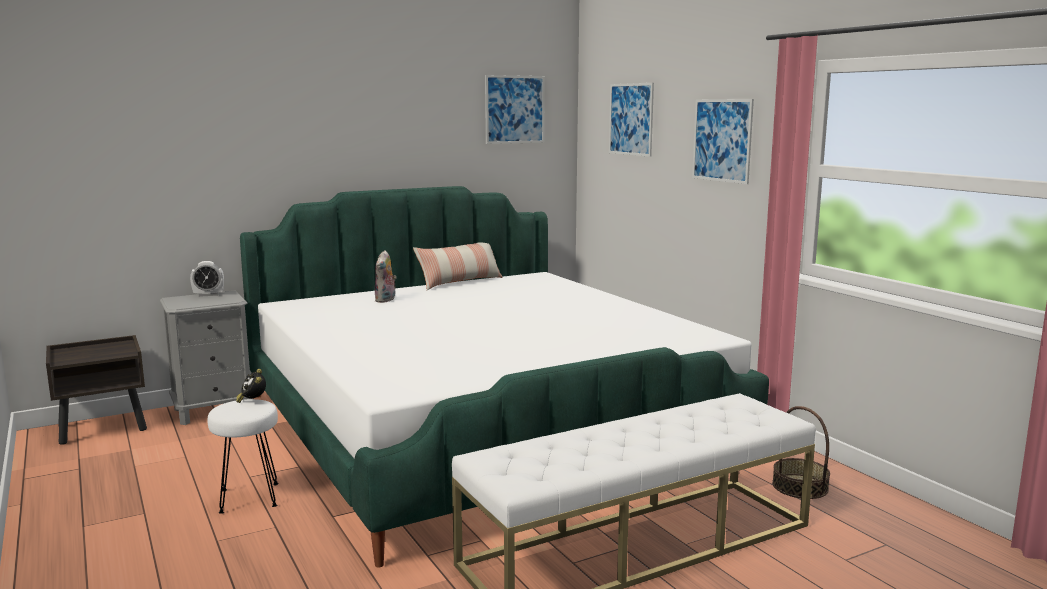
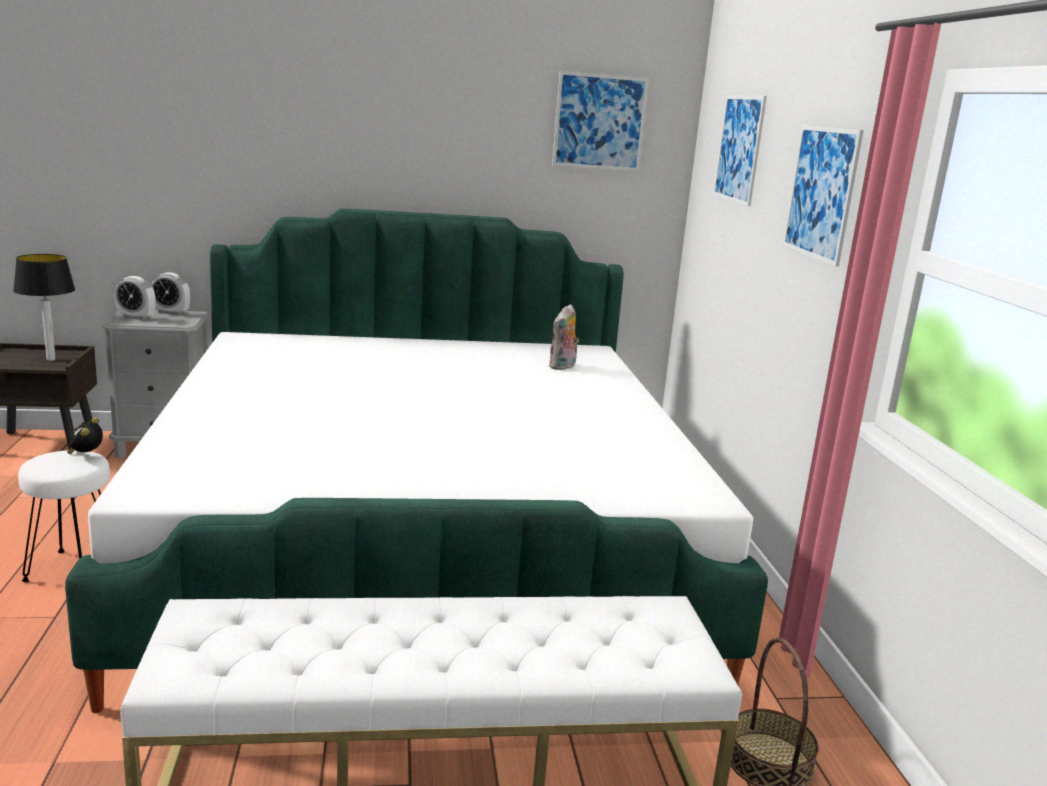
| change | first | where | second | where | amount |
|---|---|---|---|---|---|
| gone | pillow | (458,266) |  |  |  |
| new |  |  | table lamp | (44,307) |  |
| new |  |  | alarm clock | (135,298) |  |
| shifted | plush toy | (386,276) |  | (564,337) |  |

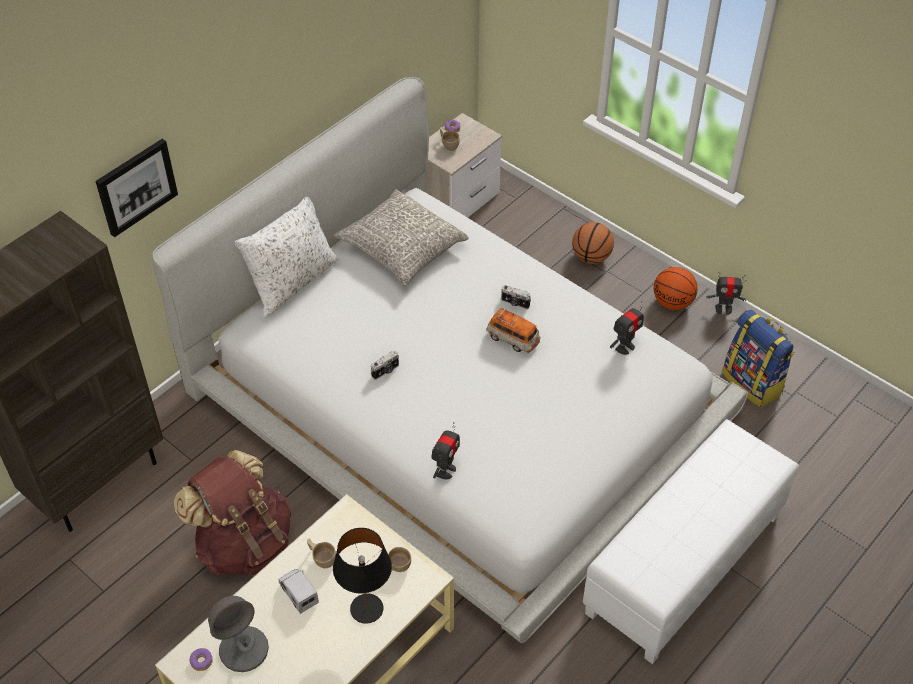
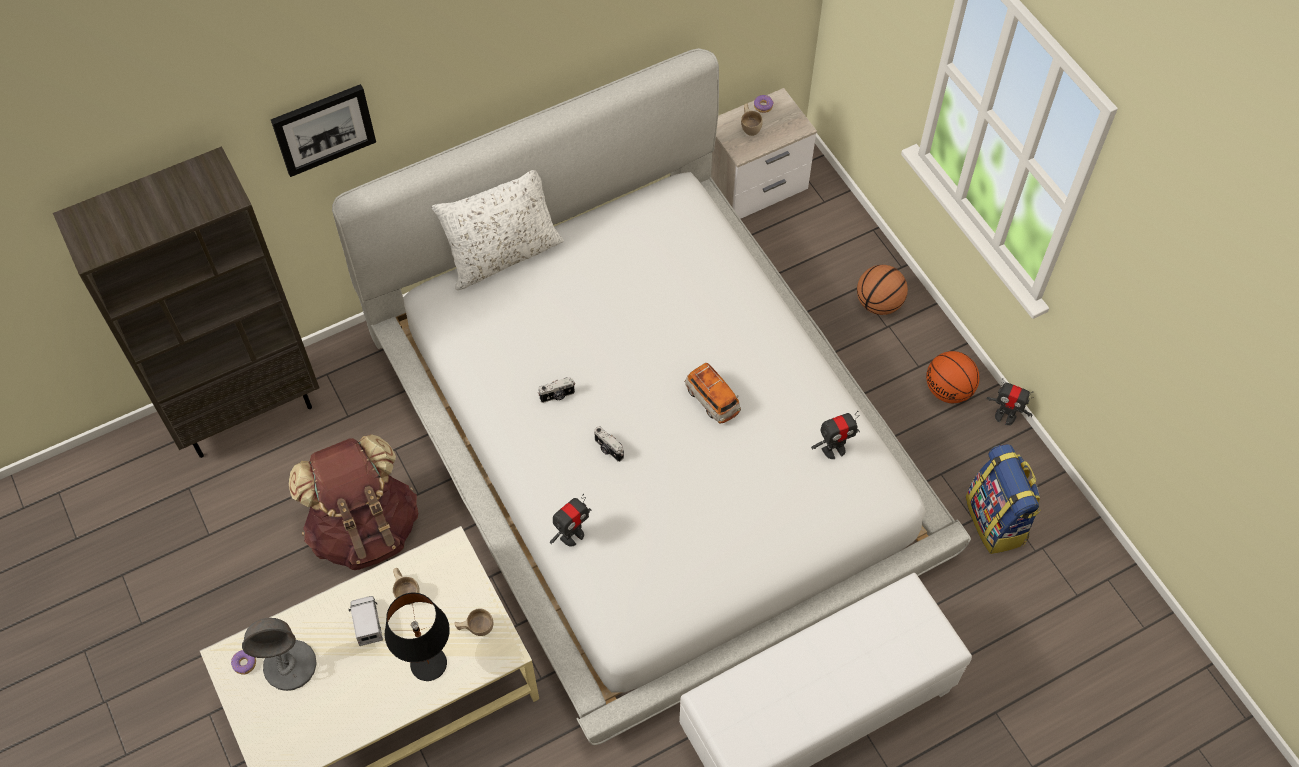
| change | first | where | second | where | amount |
|---|---|---|---|---|---|
| gone | grey pillow | (401,237) |  |  |  |
| shifted | photo camera | (516,297) |  | (609,444) |  |

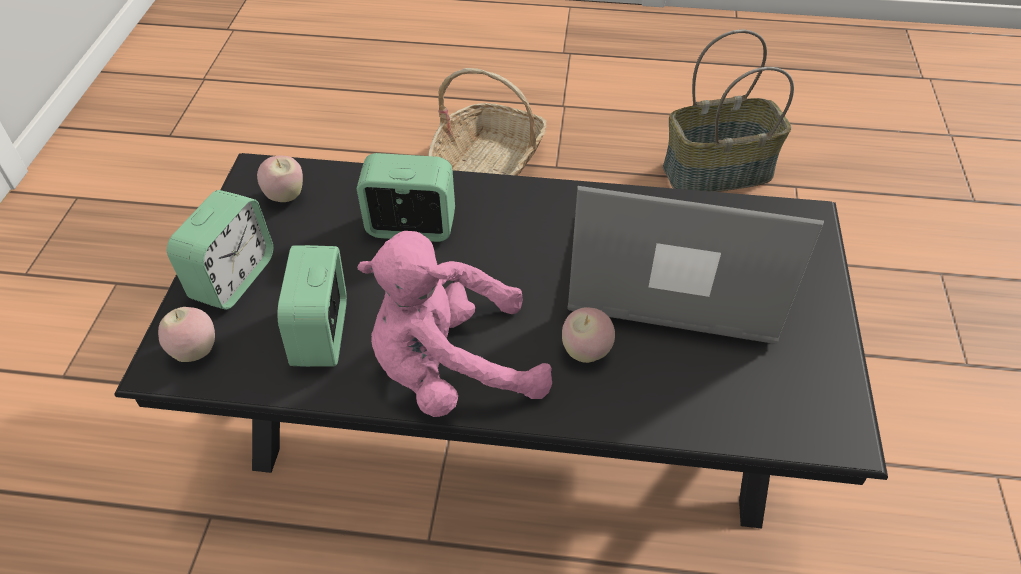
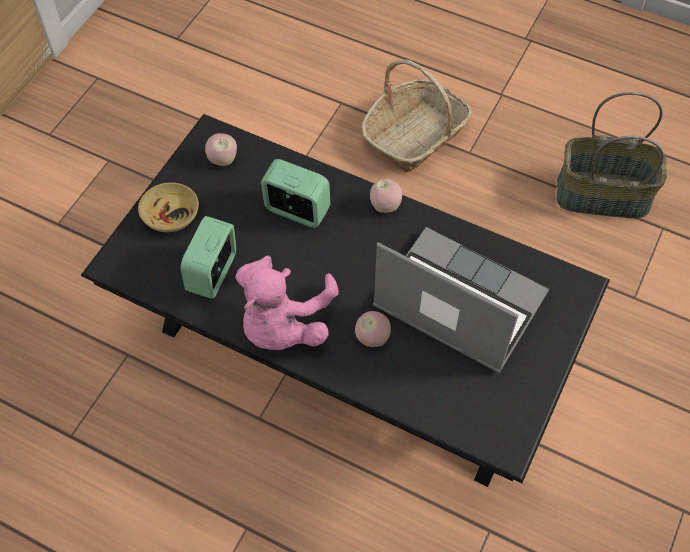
| change | first | where | second | where | amount |
|---|---|---|---|---|---|
| shifted | apple | (186,334) |  | (386,196) |  |
| swapped | alarm clock | (219,250) | beige bowl | (168,207) |  |
| rotated | pink plush toy | (454,324) |  | (287,303) | 75 degrees counterclockwise |

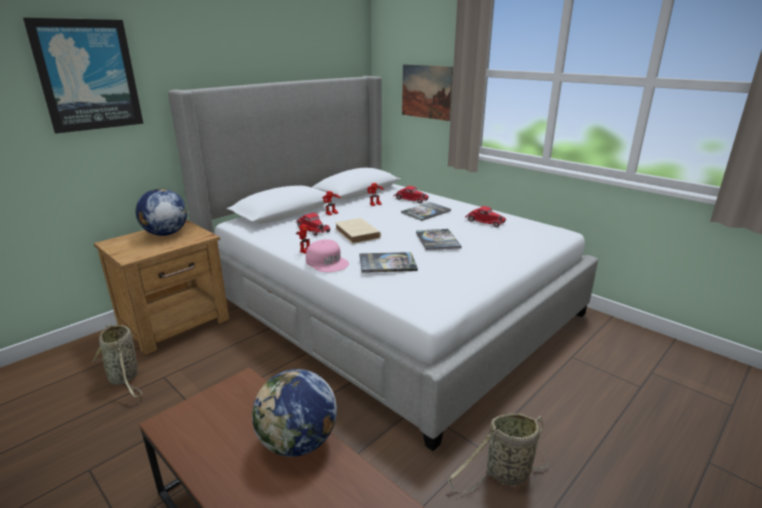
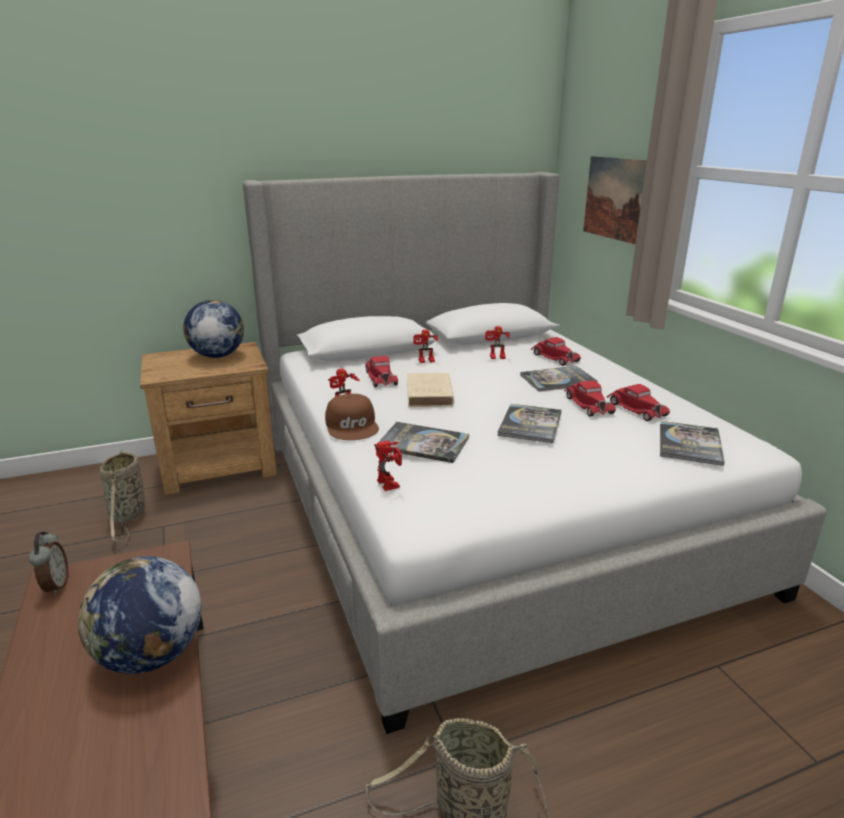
| change | first | where | second | where | amount |
|---|---|---|---|---|---|
| gone | picture | (83,76) |  |  |  |
| new |  |  | alarm clock | (48,563) |  |
| new |  |  | toy robot | (388,465) |  |
| new |  |  | red toy car | (590,398) |  |
| new |  |  | book | (692,443) |  |
| repainted | pink cap | (327,255) | brown cap | (352,417) |  |

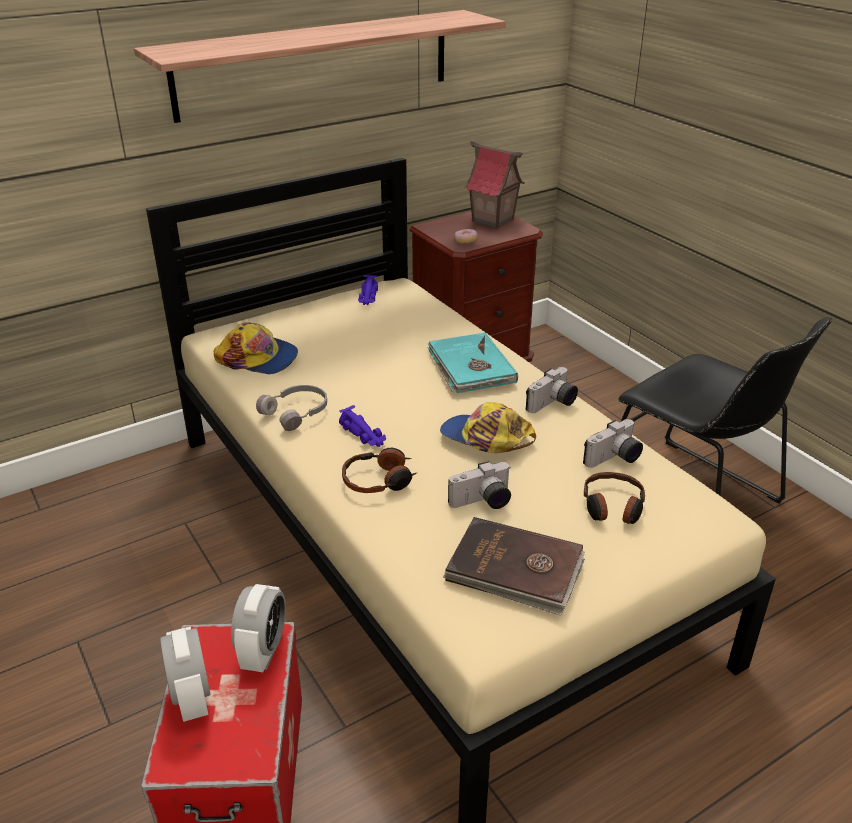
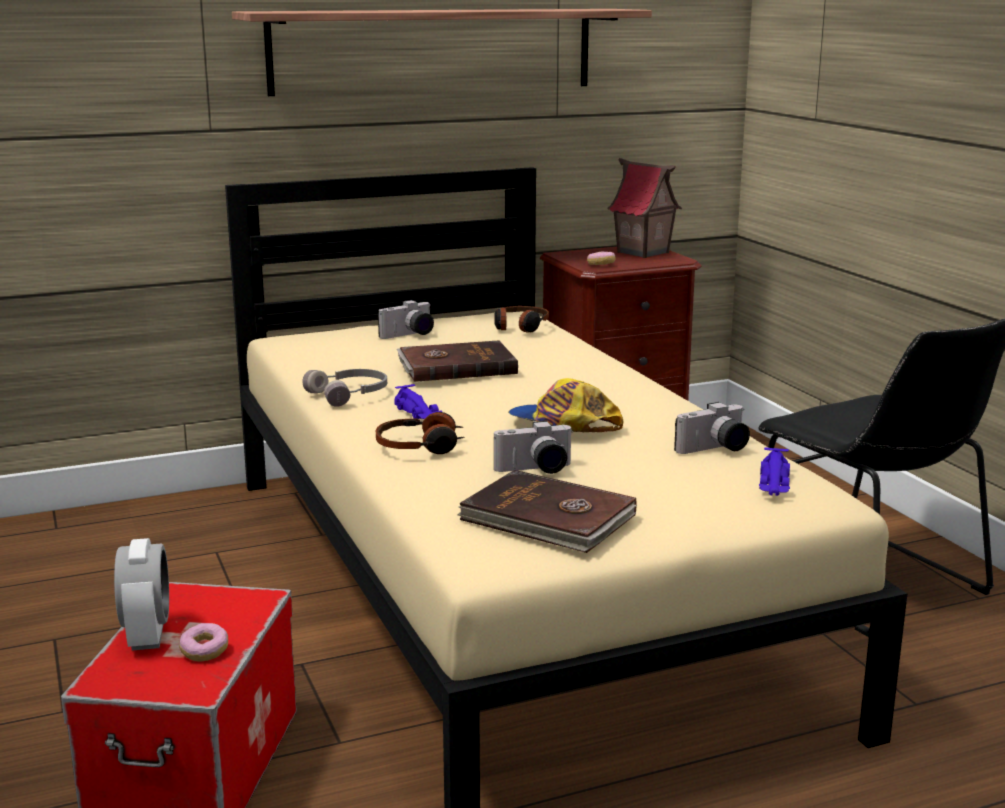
| change | first | where | second | where | amount |
|---|---|---|---|---|---|
| gone | cap | (256,348) |  |  |  |
| gone | alarm clock | (258,628) |  |  |  |
| gone | turquoise book | (473,362) |  |  |  |
| new |  |  | donut | (203,642) |  |
| new |  |  | brown book | (457,361) |  |
| shifted | purple toy car | (368,290) |  | (774,472) |  |
| shifted | photo camera | (552,390) |  | (406,319) |  |
| shifted | headphones | (614,498) |  | (521,319) |  |

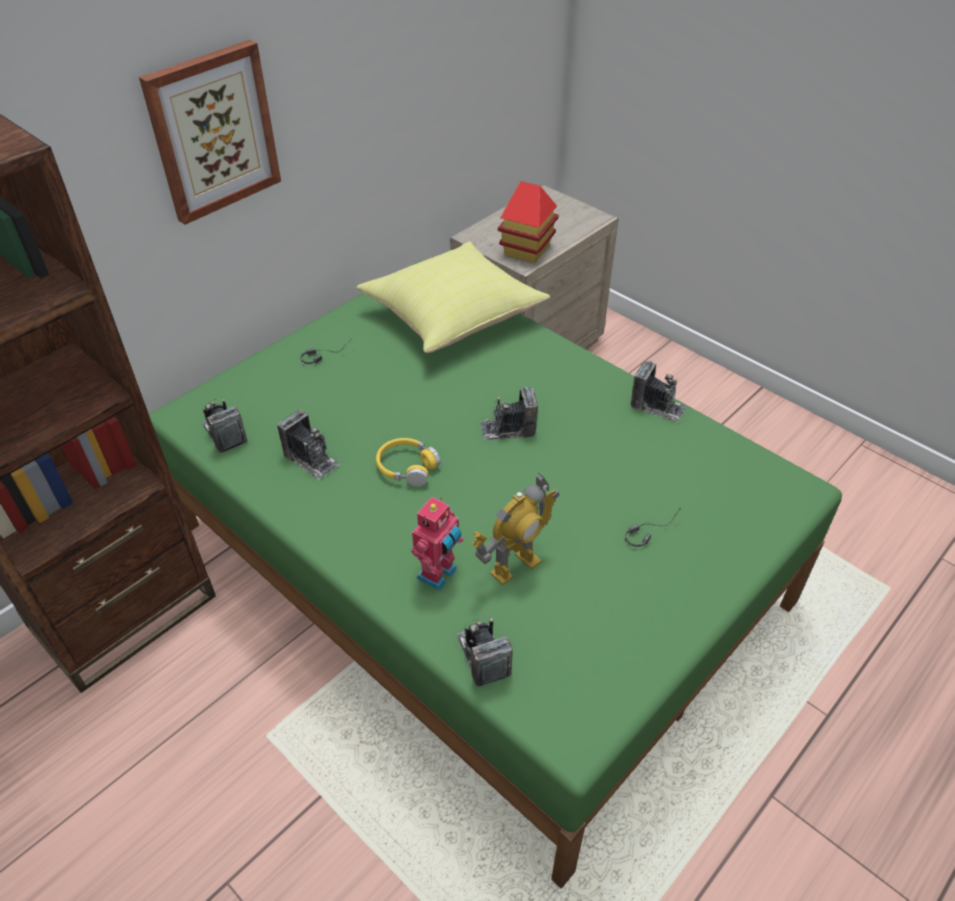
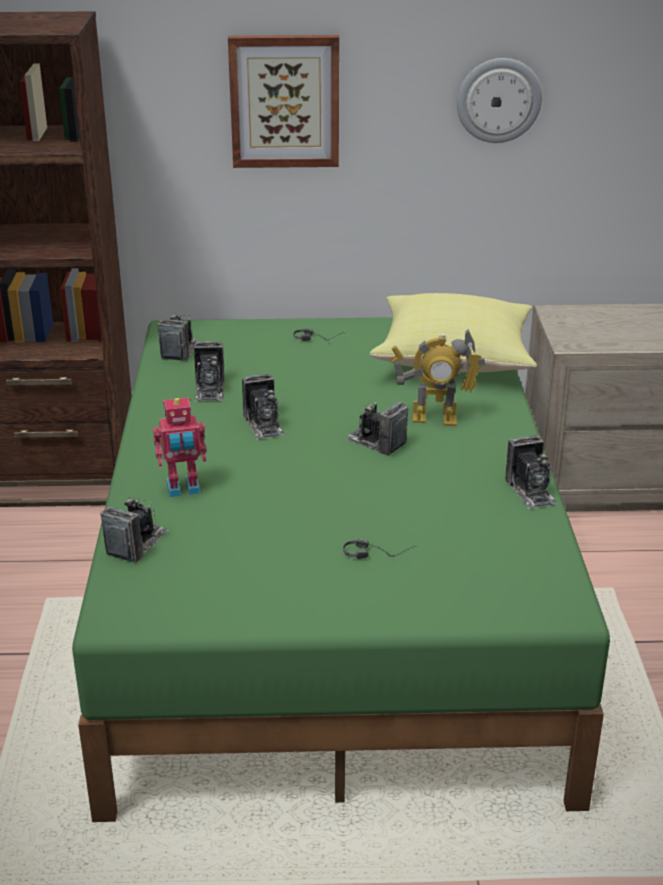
| change | first | where | second | where | amount |
|---|---|---|---|---|---|
| gone | toy house | (528,222) |  |  |  |
| new |  |  | wall clock | (499,100) |  |
| shifted | toy robot | (515,529) |  | (438,377) |  |
| swapped | yellow headphones | (408,462) | photo camera | (263,407) |  |

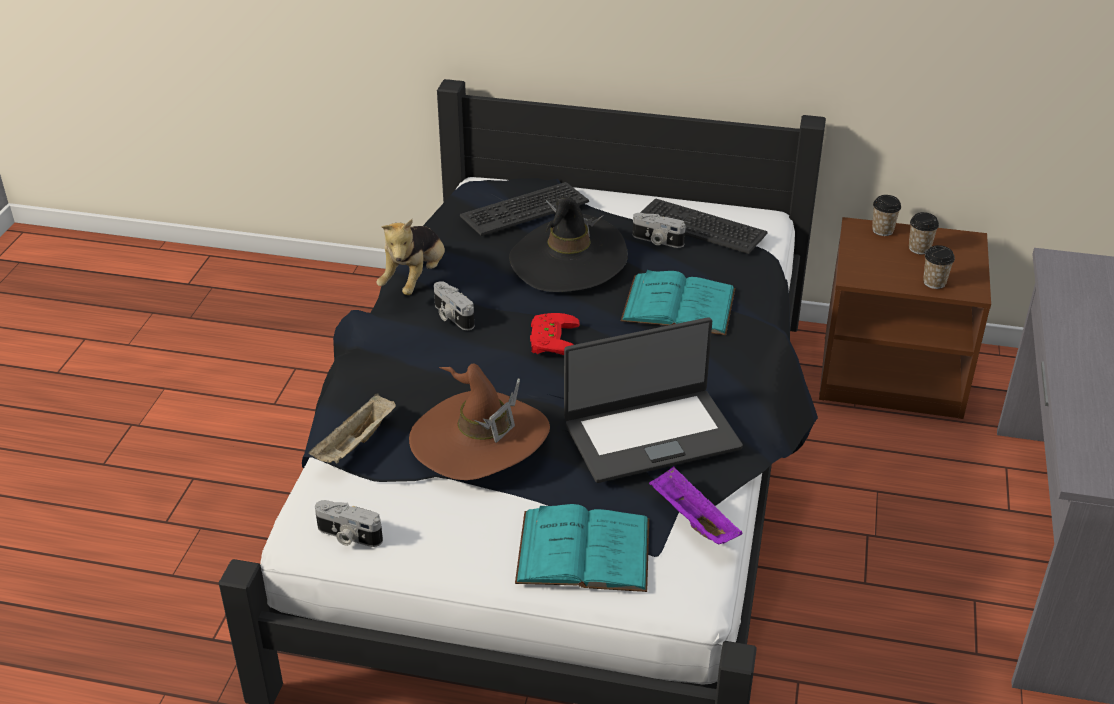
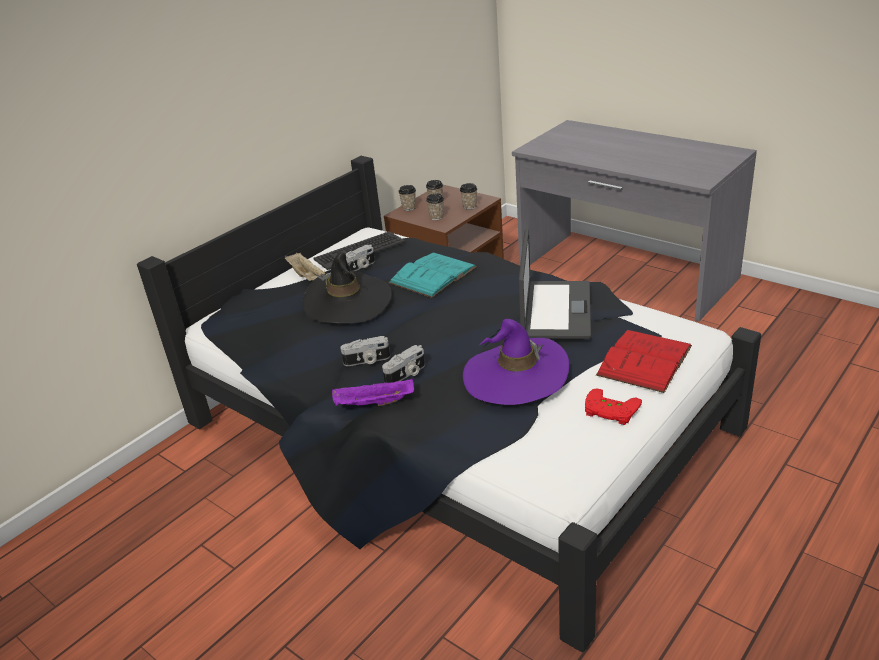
| change | first | where | second | where | amount |
|---|---|---|---|---|---|
| gone | plush toy | (410,257) |  |  |  |
| gone | keyboard | (524,209) |  |  |  |
| new |  |  | cup | (435,206) |  |
| shifted | beige tray | (352,428) |  | (305,267) |  |
| shifted | photo camera | (349,523) |  | (403,364) |  |
| shifted | red game controller | (555,334) |  | (613,407) |  |
| shifted | purple tray | (696,506) |  | (373,392) |  |
| repainted | brown hat | (479,422) | purple hat | (516,362) |  |
| repainted | turquoise book | (582,548) | red book | (644,361) |  |

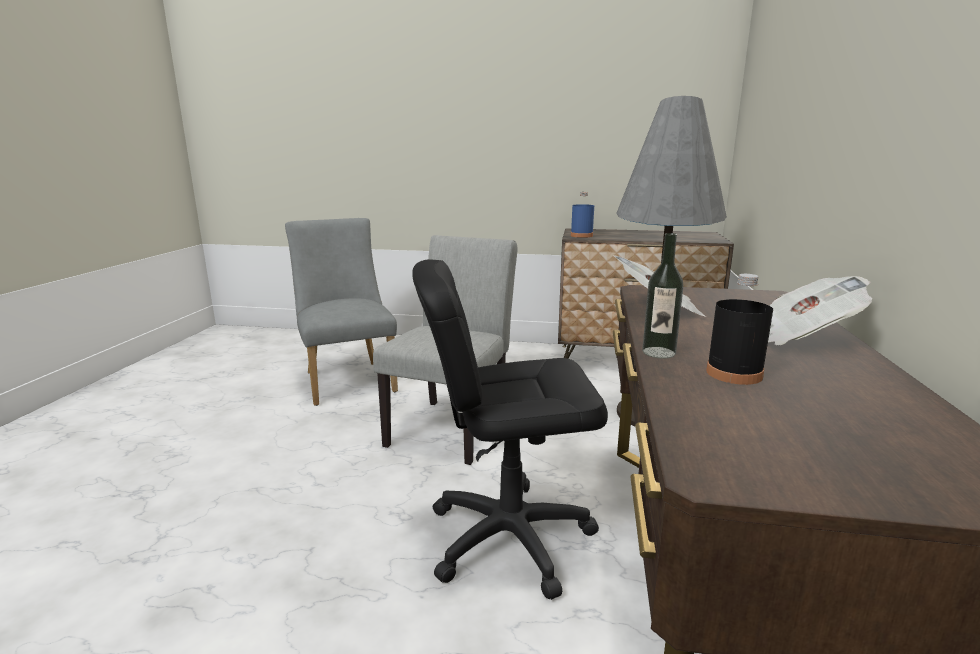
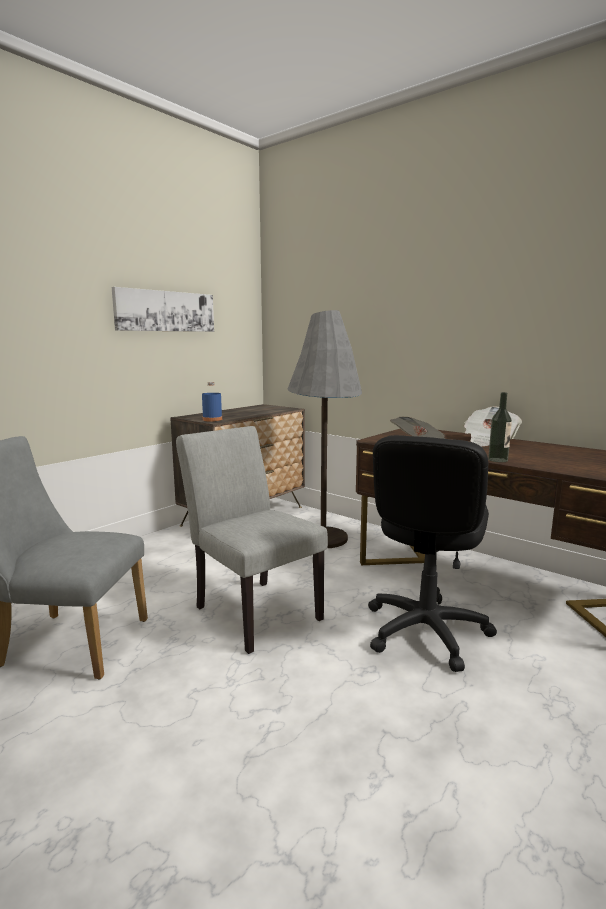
| change | first | where | second | where | amount |
|---|---|---|---|---|---|
| gone | black bottle | (739,329) |  |  |  |
| new |  |  | picture | (163,309) |  |

